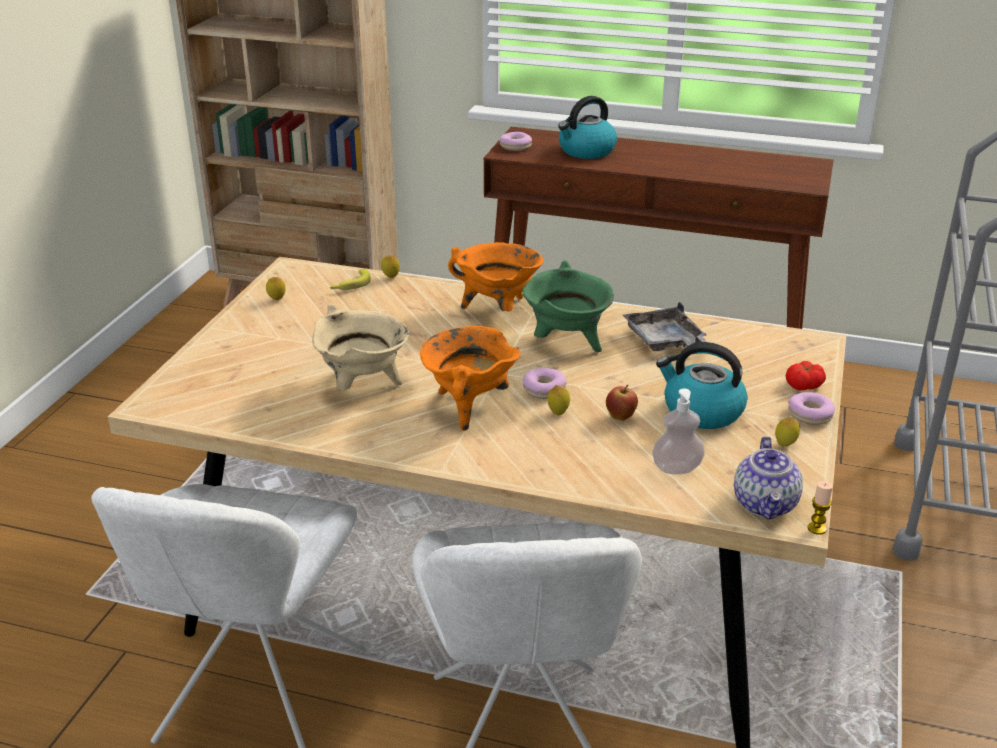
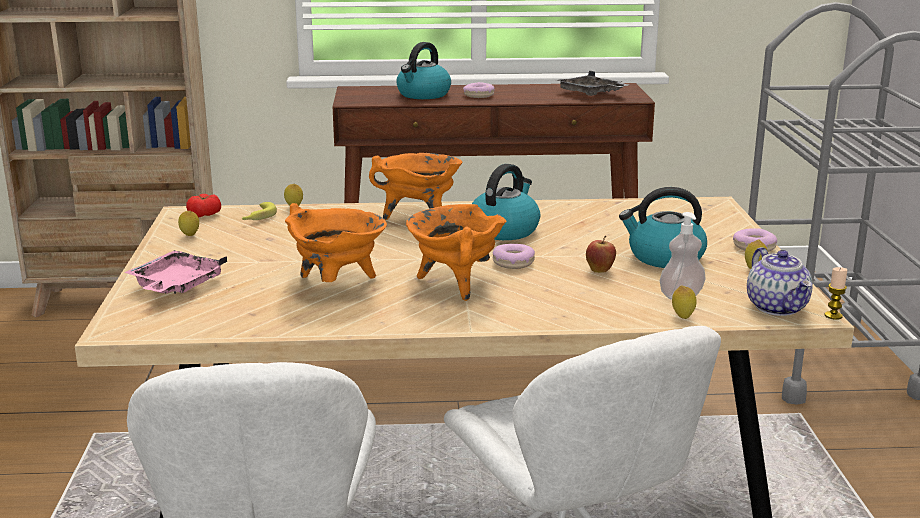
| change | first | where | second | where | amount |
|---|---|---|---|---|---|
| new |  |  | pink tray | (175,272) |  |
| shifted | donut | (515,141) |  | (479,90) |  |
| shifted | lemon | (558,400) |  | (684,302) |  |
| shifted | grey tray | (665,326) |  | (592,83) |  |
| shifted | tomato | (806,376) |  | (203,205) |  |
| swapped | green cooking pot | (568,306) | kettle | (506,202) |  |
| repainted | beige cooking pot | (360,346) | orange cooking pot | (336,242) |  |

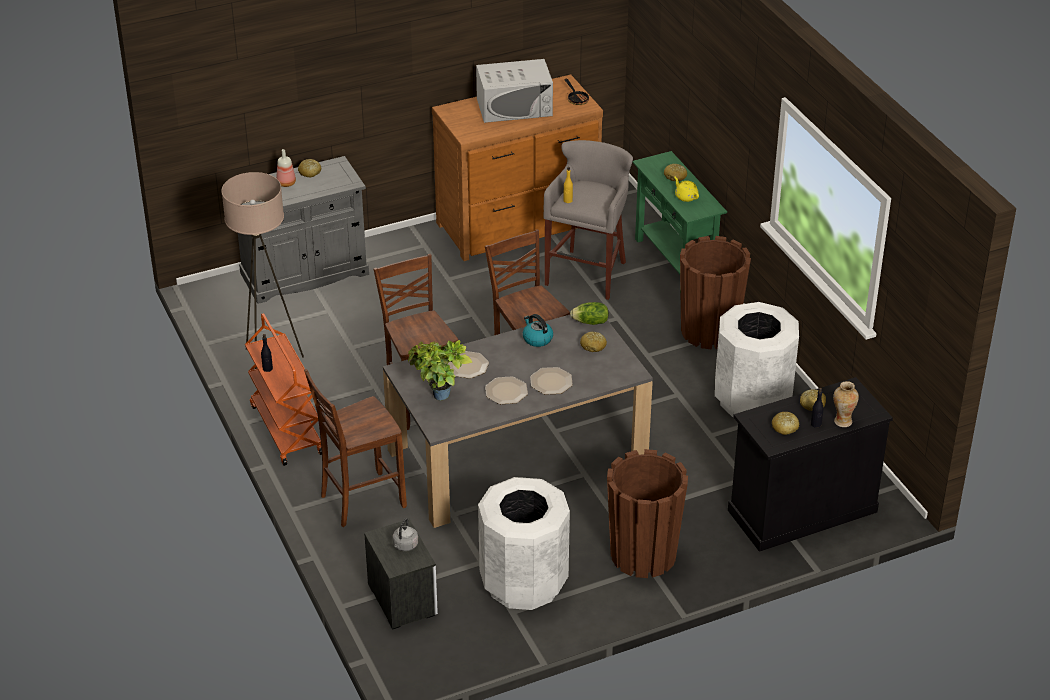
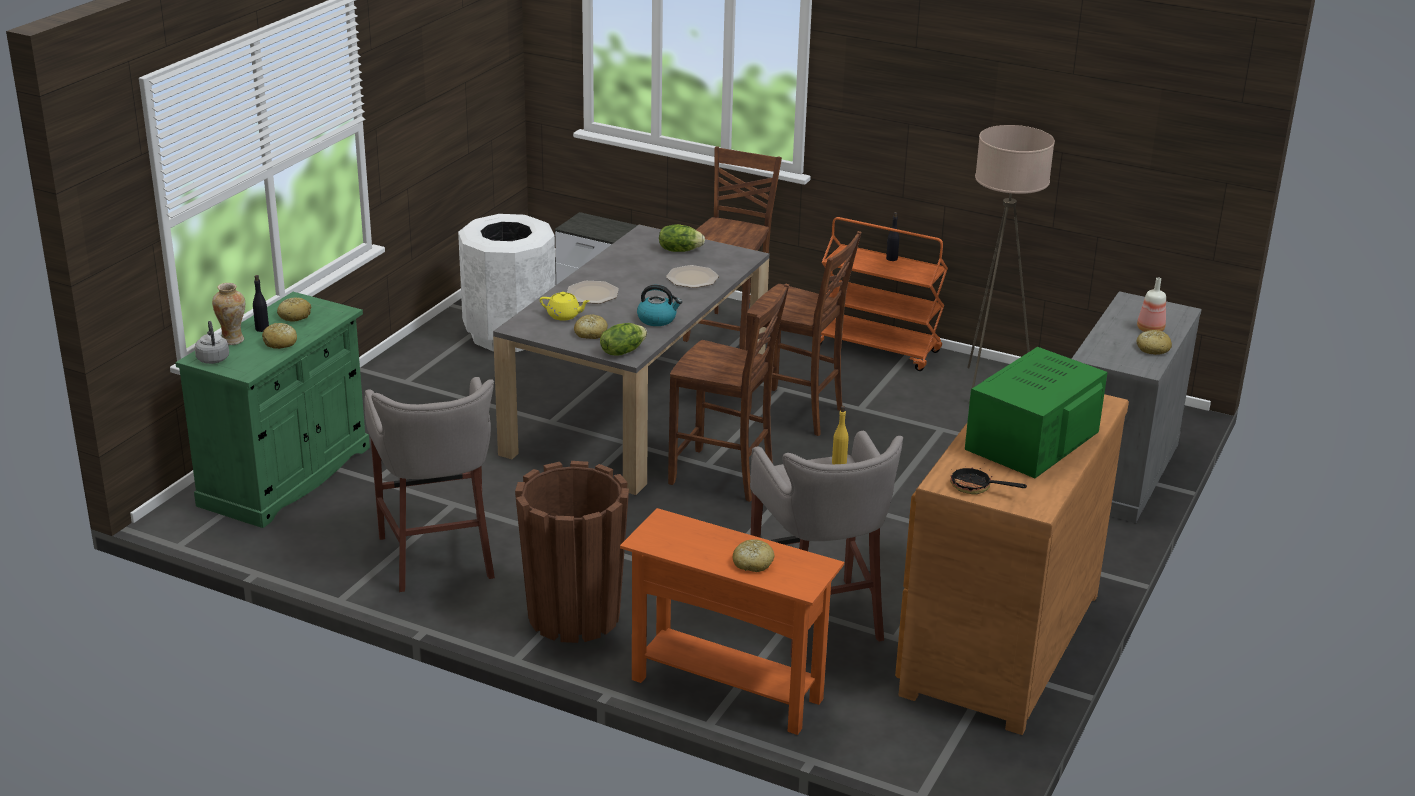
| change | first | where | second | where | amount |
|---|---|---|---|---|---|
| gone | plate | (506,390) |  |  |  |
| gone | brown planter | (647,513) |  |  |  |
| shifted | grey kettle | (405,534) |  | (212,342) |  |
| shifted | yellow teapot | (686,189) |  | (565,306) |  |
| swapped | potted plant | (440,370) | lettuce | (682,238) |  |
| swapped | white trash can | (757,359) | grey stool | (429,484) |  |
| repainted | white microwave | (514,91) | green microwave | (1036,412) |  |
| repainted | green console table | (680,222) | orange console table | (732,621) |  |
| repainted | black cabinet | (810,464) | green cabinet | (272,410) |  |

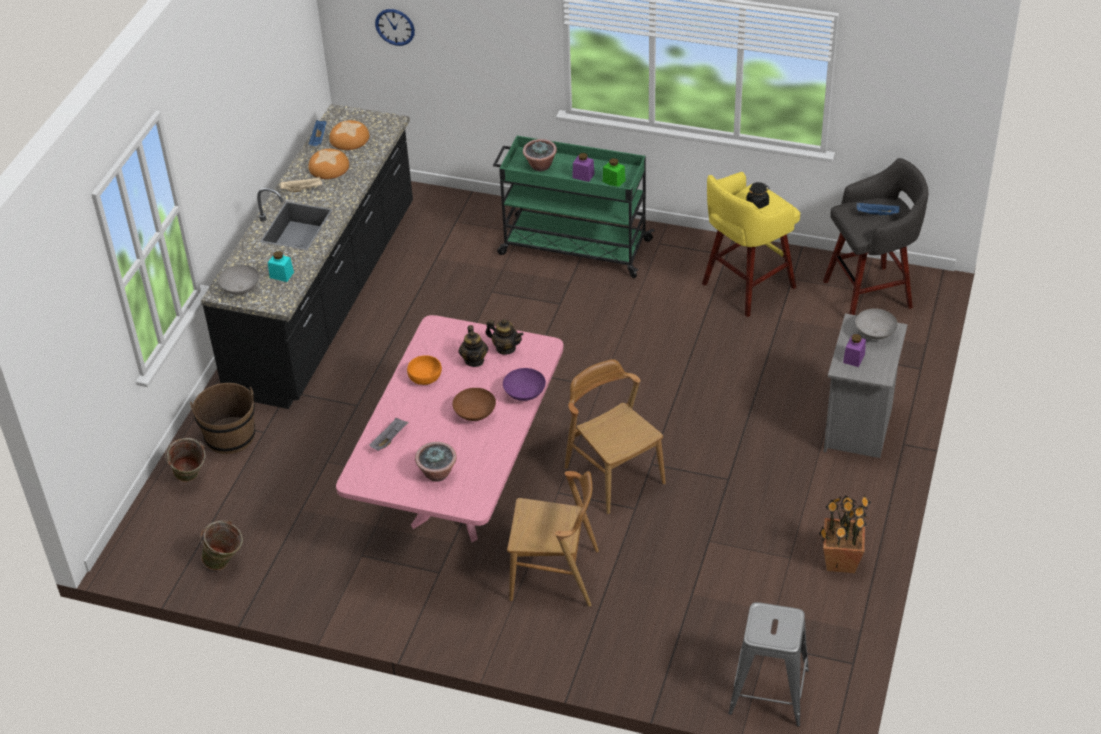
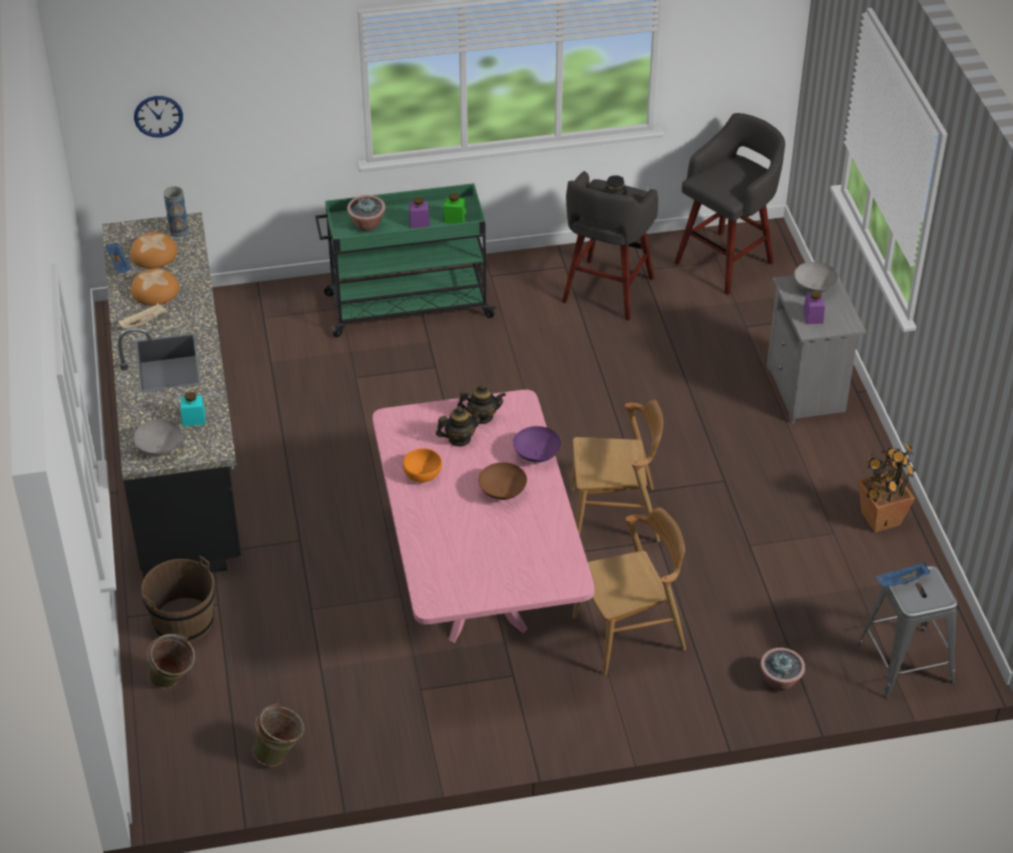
| change | first | where | second | where | amount |
|---|---|---|---|---|---|
| gone | grey tray | (389,434) |  |  |  |
| new |  |  | vase | (176,211) |  |
| shifted | potted plant | (436,462) |  | (782,669) |  |
| shifted | blue tray | (878,209) |  | (903,575) |  |
| repainted | yellow stool | (751,244) | grey stool | (610,245) |  |
| rotated | teapot | (473,346) |  | (459,426) | 75 degrees counterclockwise |
| rotated | brown chair | (615,436) |  | (616,470) | 150 degrees clockwise |

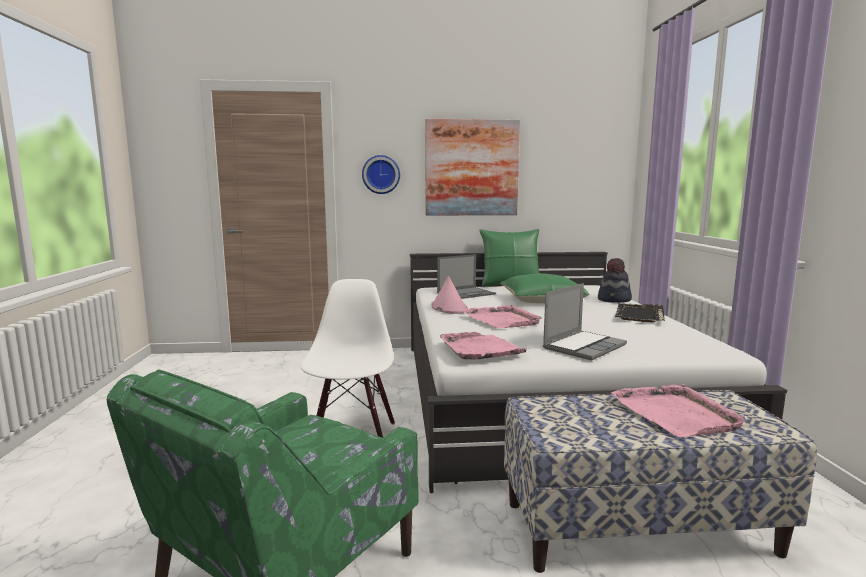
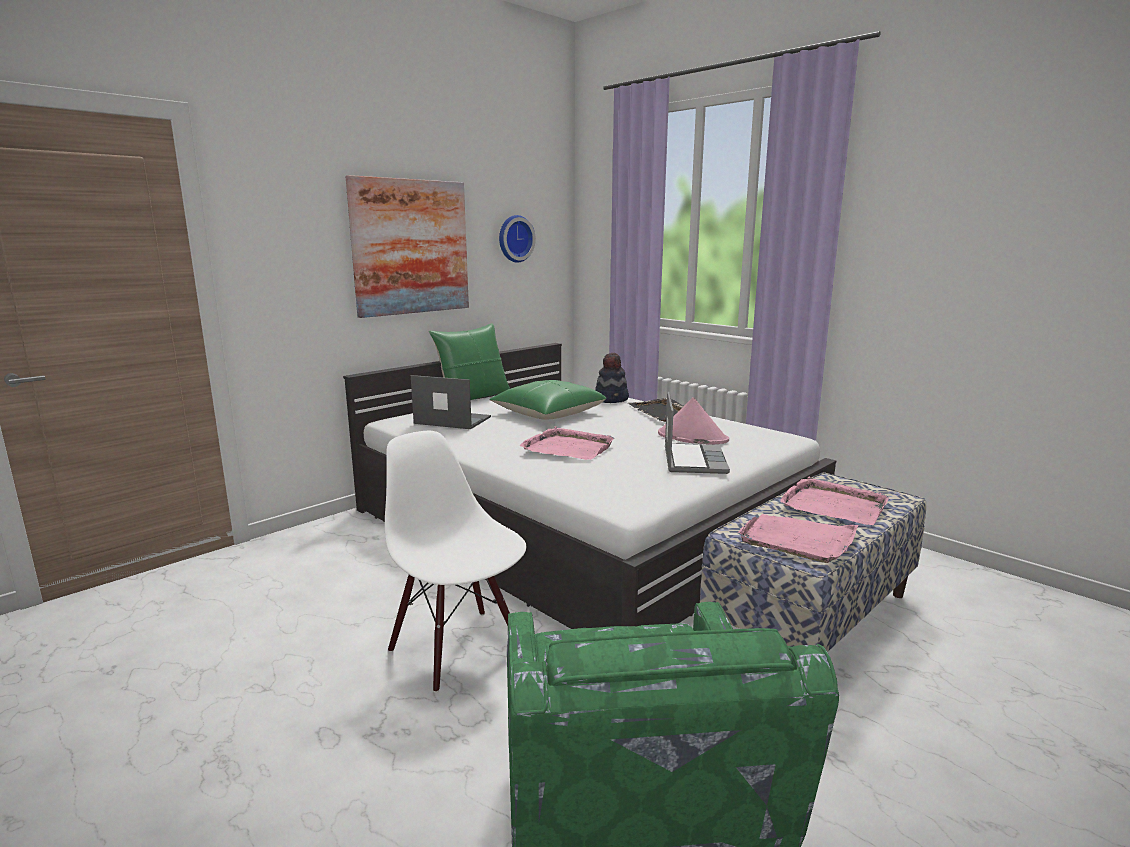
| change | first | where | second | where | amount |
|---|---|---|---|---|---|
| shifted | wall clock | (381,174) |  | (517,239) |  |
| shifted | pink hat | (449,295) |  | (693,421) |  |
| shifted | pink tray | (484,346) |  | (798,538) |  |
| rotated | laptop | (466,276) |  | (451,402) | 90 degrees counterclockwise |

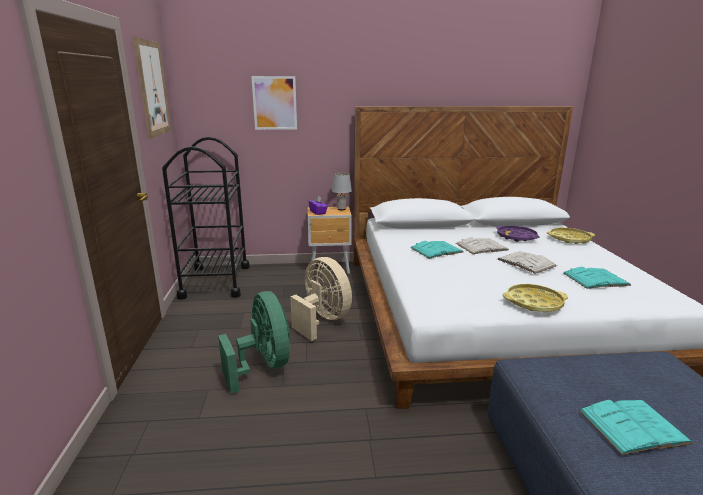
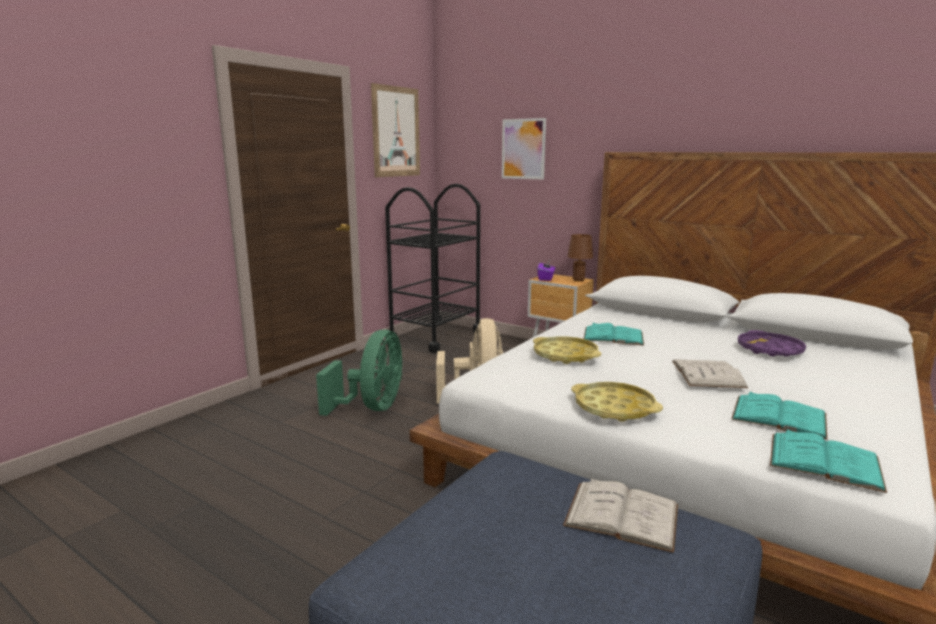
| change | first | where | second | where | amount |
|---|---|---|---|---|---|
| shifted | white book | (482,246) |  | (620,515) |  |
| shifted | yellow tray | (571,236) |  | (567,350) |  |
| shifted | turquoise book | (636,427) |  | (828,461) |  |
| repainted | grey table lamp | (342,191) | brown table lamp | (580,257) |  |

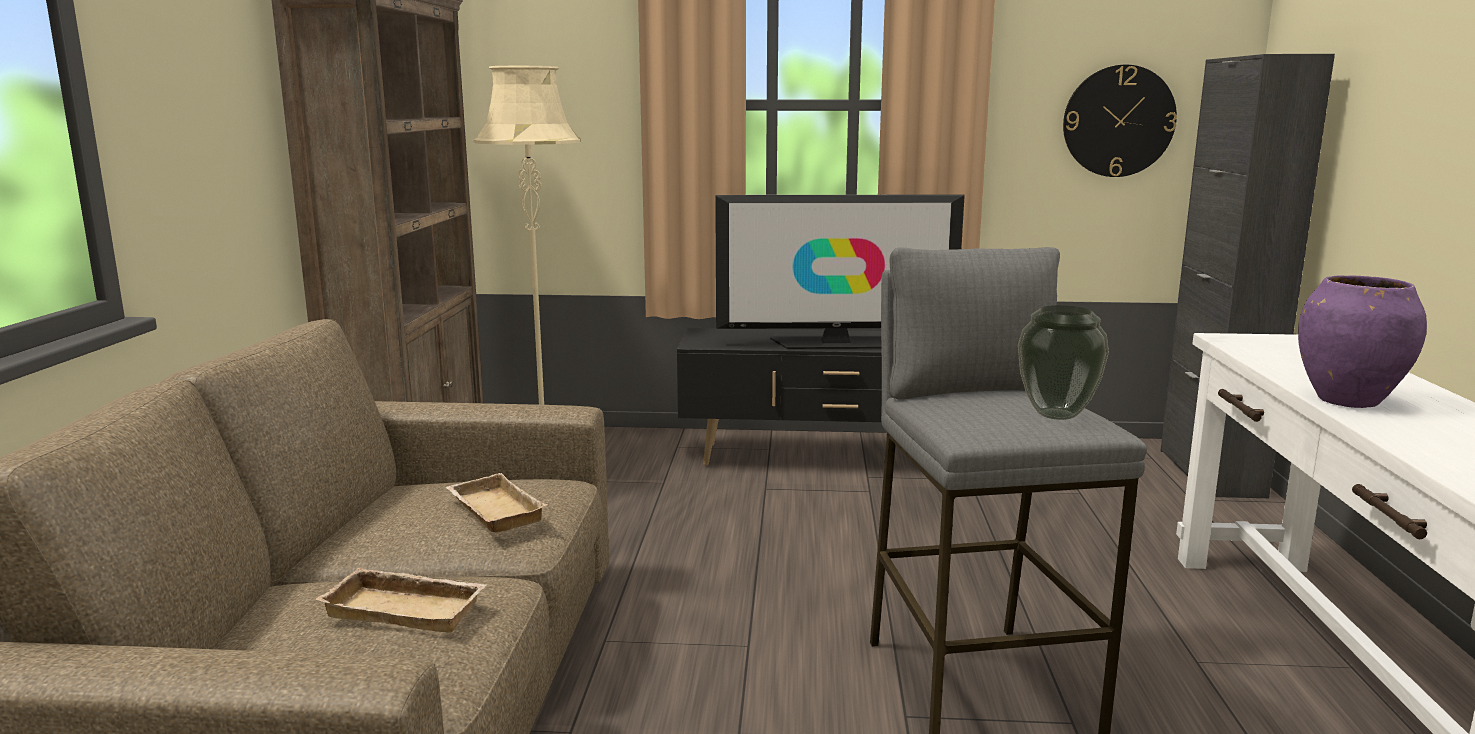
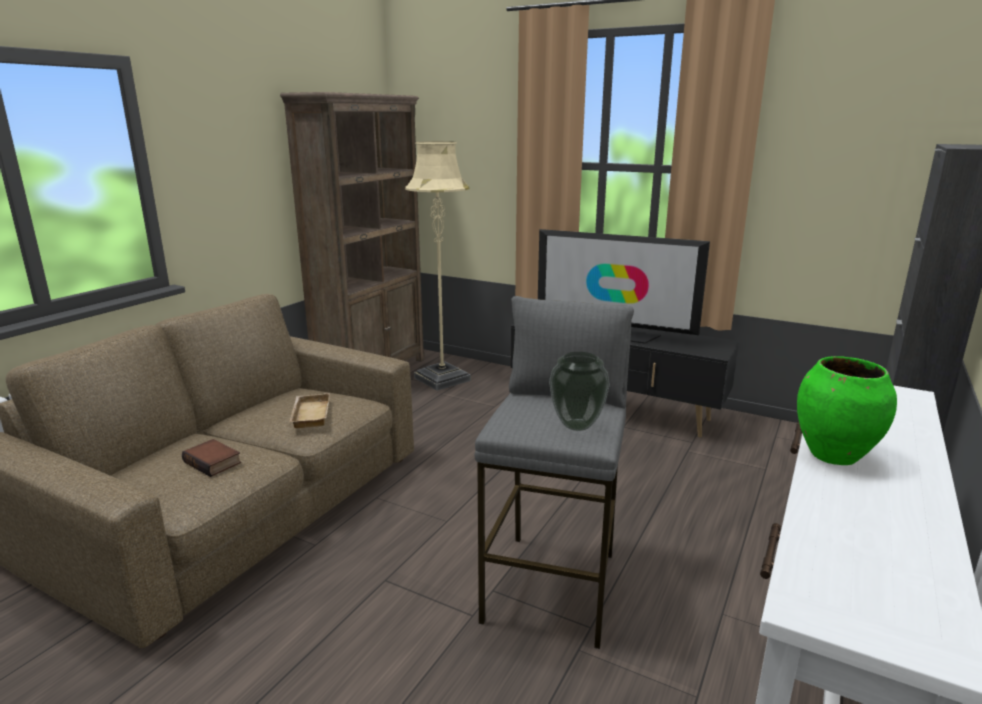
| change | first | where | second | where | amount |
|---|---|---|---|---|---|
| gone | wall clock | (1120,121) |  |  |  |
| swapped | beige tray | (401,600) | book | (211,458) |  |
| repainted | purple vase | (1362,341) | green vase | (847,410) |  |

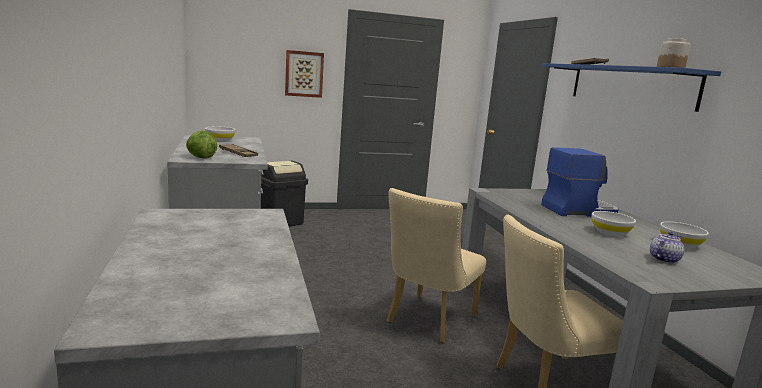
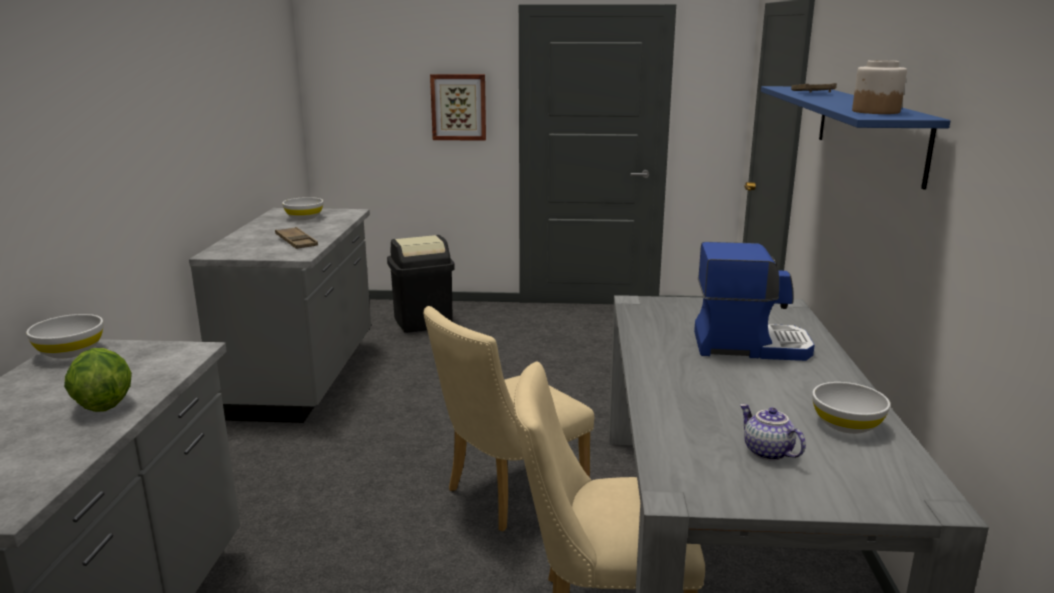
| change | first | where | second | where | amount |
|---|---|---|---|---|---|
| shifted | lettuce | (201,145) |  | (98,380) |  |
| shifted | white bowl | (614,223) |  | (64,336) |  |
| rotated | teapot | (667,247) |  | (773,432) | 105 degrees counterclockwise |

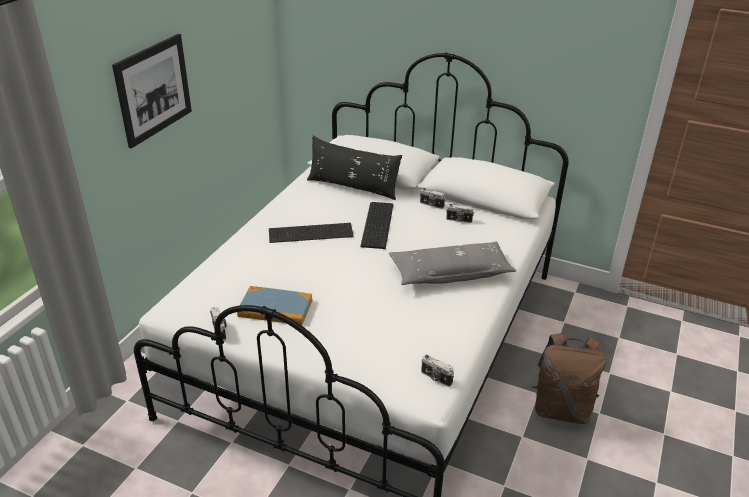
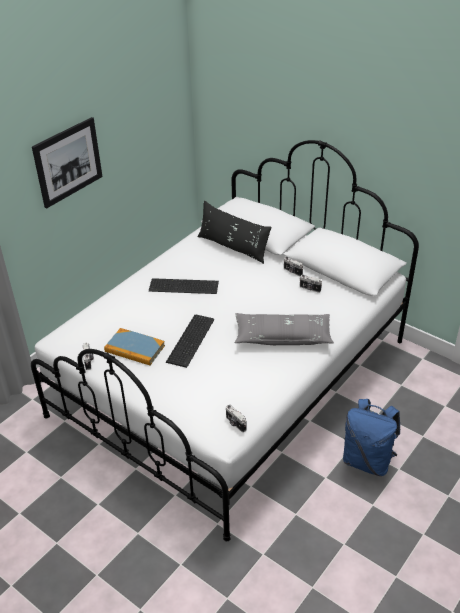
| change | first | where | second | where | amount |
|---|---|---|---|---|---|
| shifted | keyboard | (376,225) |  | (190,341) |  |
| repainted | brown backpack | (569,378) | blue backpack | (371,437) |  |

